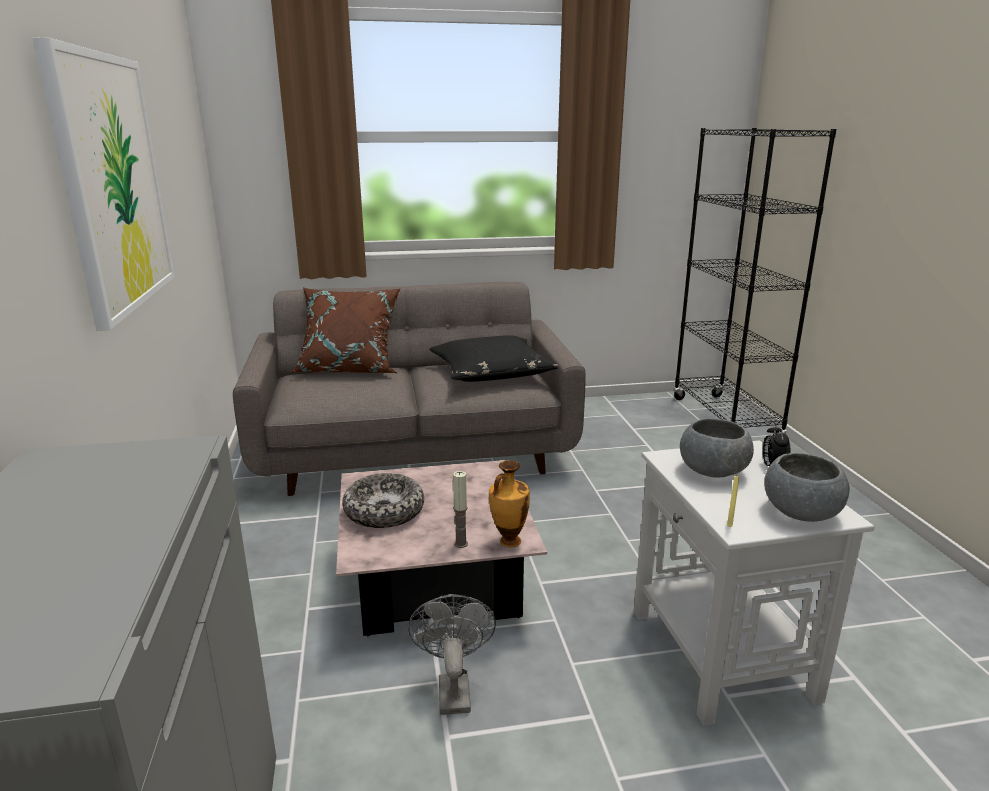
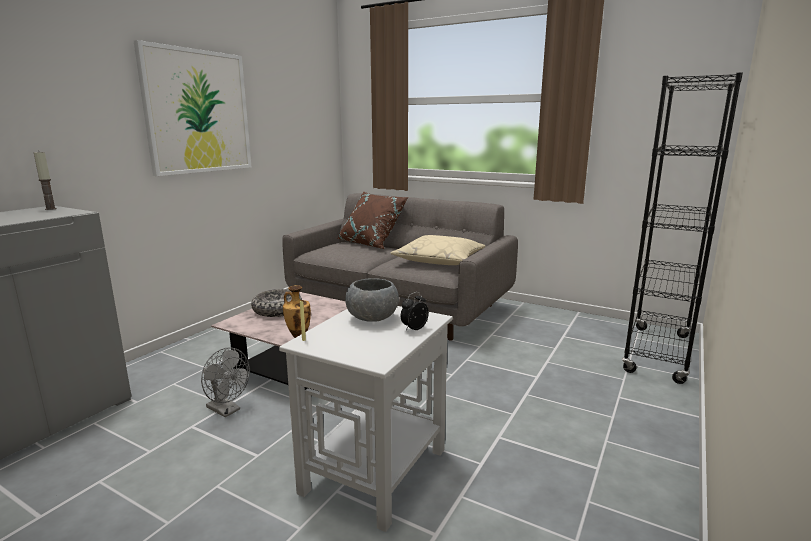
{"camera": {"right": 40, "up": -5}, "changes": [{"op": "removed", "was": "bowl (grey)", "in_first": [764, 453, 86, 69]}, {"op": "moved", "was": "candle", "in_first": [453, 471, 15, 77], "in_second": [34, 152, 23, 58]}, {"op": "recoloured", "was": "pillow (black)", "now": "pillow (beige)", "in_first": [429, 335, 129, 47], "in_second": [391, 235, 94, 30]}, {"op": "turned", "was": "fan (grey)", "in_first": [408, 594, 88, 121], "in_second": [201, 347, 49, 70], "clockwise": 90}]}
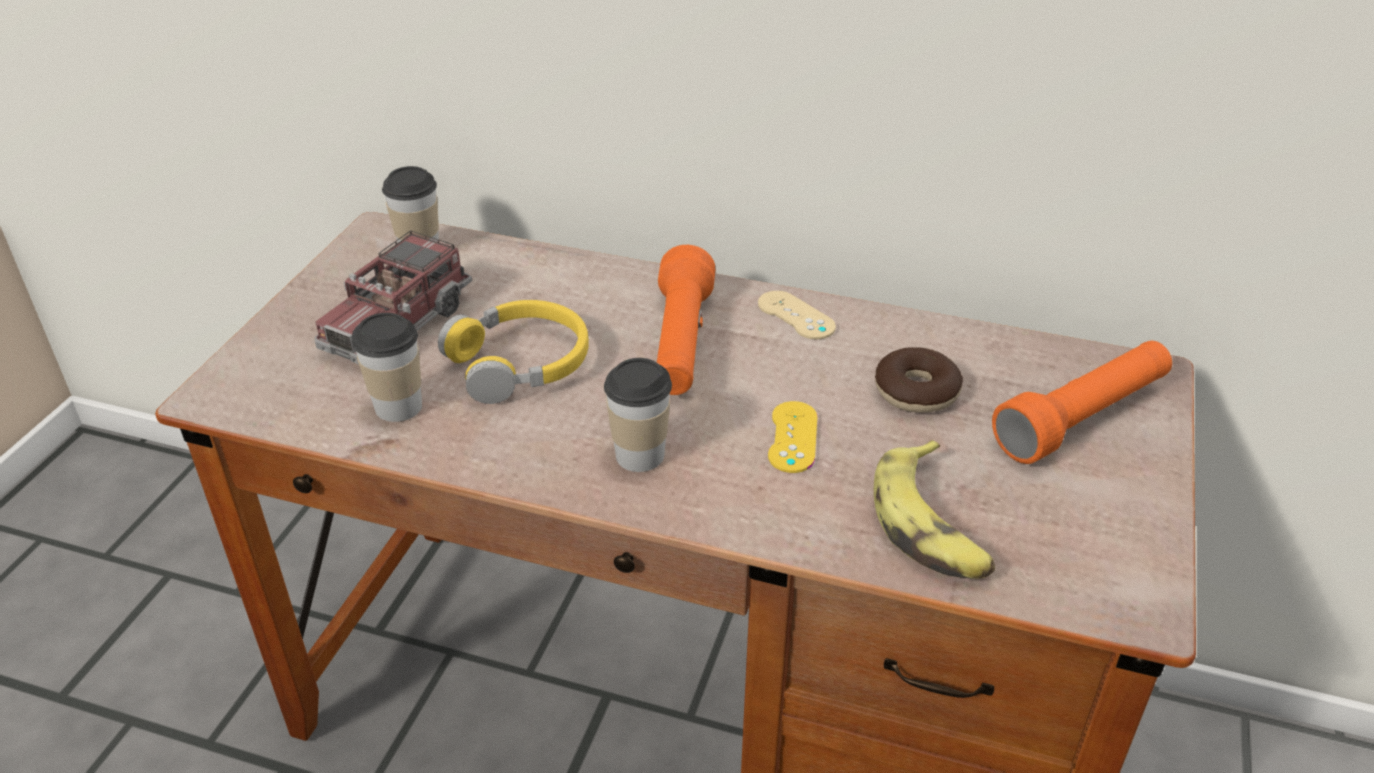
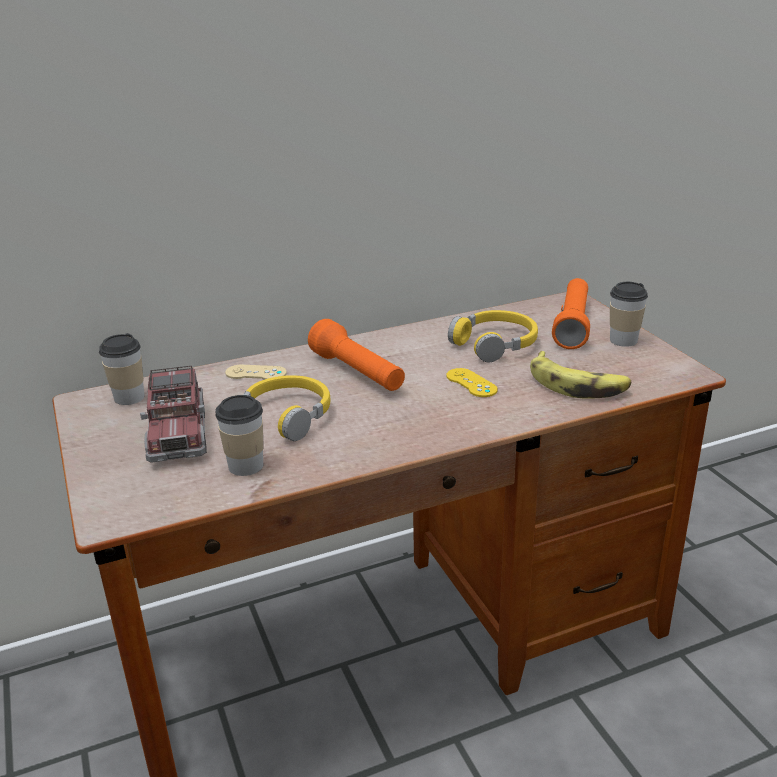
{"camera": {"right": -40, "up": -10}, "changes": [{"op": "moved", "was": "cup", "in_first": [604, 358, 68, 114], "in_second": [610, 282, 38, 65]}, {"op": "moved", "was": "game controller (beige)", "in_first": [758, 291, 78, 48], "in_second": [225, 365, 62, 15]}, {"op": "replaced", "was": "donut", "now": "headphones (yellow)", "in_first": [875, 347, 88, 66], "in_second": [448, 310, 90, 52]}]}
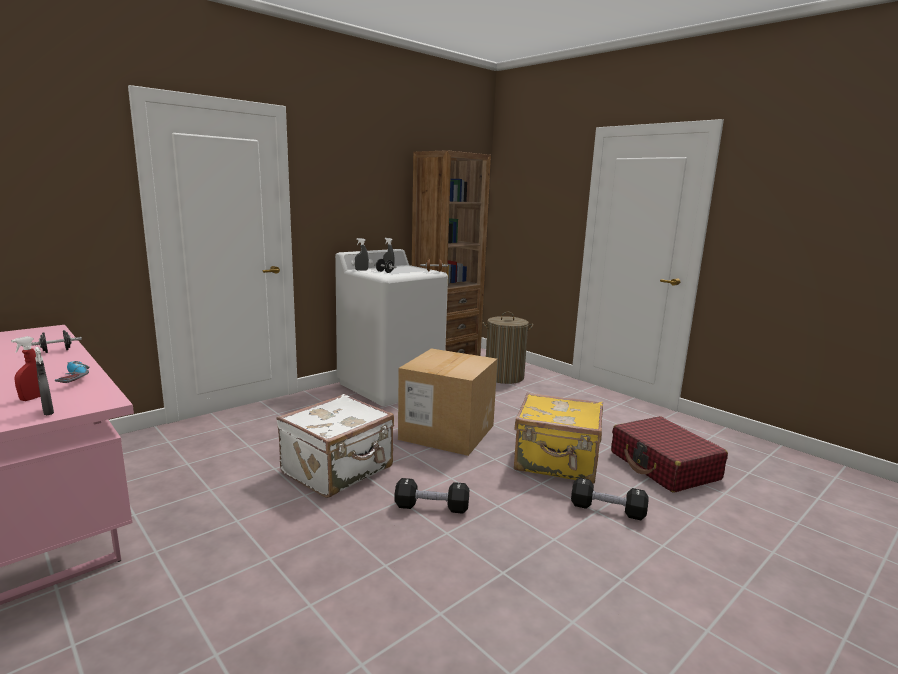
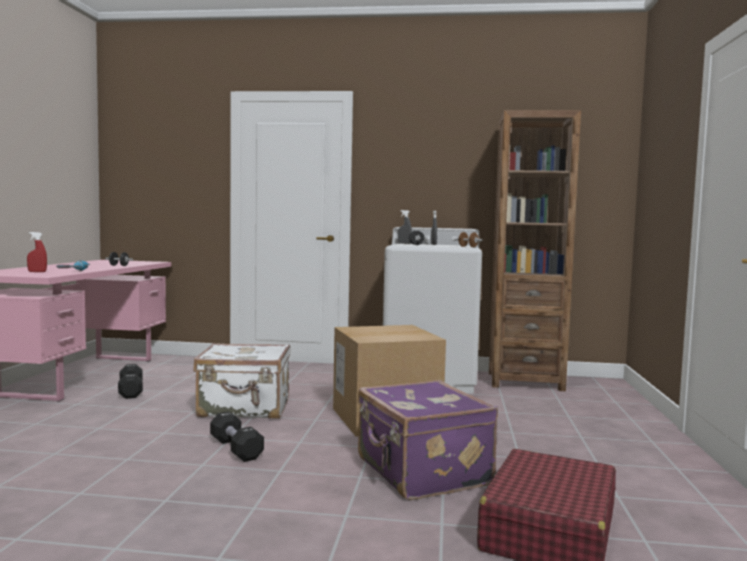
{"camera": {"right": 50, "up": -10}, "changes": [{"op": "removed", "was": "spray bottle (grey)", "in_first": [35, 347, 19, 68]}, {"op": "removed", "was": "laundry basket", "in_first": [483, 312, 50, 72]}, {"op": "moved", "was": "dumbbell (black)", "in_first": [571, 477, 77, 43], "in_second": [118, 364, 25, 35]}, {"op": "recoloured", "was": "suitcase (yellow)", "now": "suitcase (purple)", "in_first": [514, 392, 89, 91], "in_second": [358, 380, 140, 120]}]}
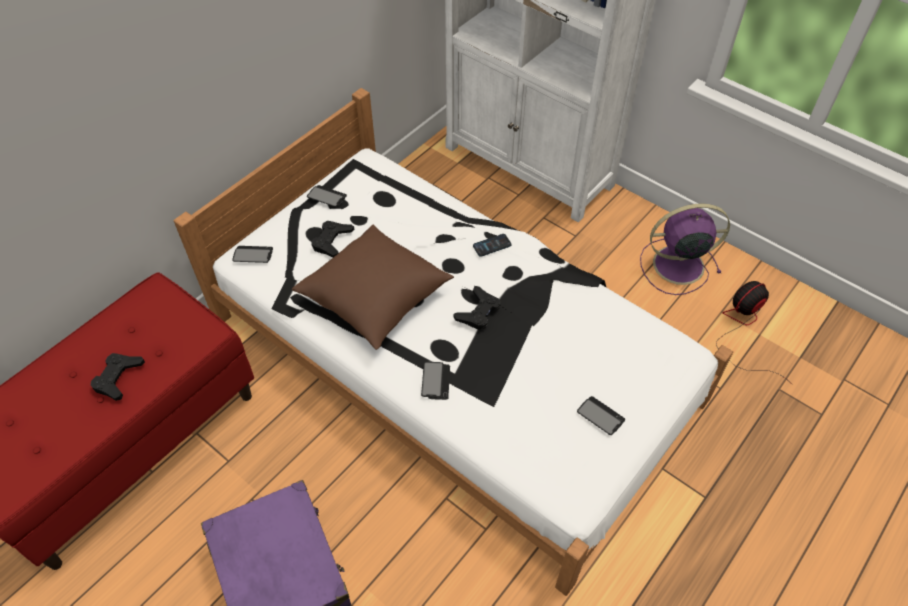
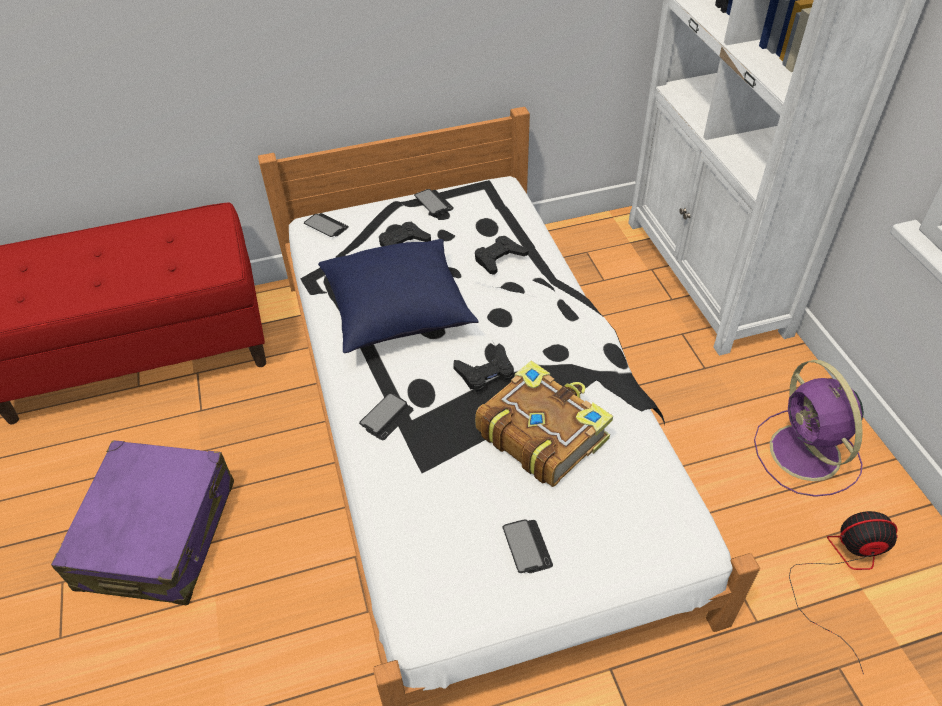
{"camera": {"right": 35, "up": -5}, "changes": [{"op": "removed", "was": "phone", "in_first": [473, 234, 39, 23]}, {"op": "added", "now": "book", "in_second": [475, 360, 138, 127]}, {"op": "moved", "was": "game controller (black)", "in_first": [91, 353, 54, 48], "in_second": [475, 236, 53, 39]}, {"op": "recoloured", "was": "pillow (brown)", "now": "pillow (blue)", "in_first": [292, 225, 162, 125], "in_second": [318, 239, 160, 114]}, {"op": "turned", "was": "fan (purple)", "in_first": [640, 203, 90, 92], "in_second": [754, 360, 110, 137], "clockwise": -135}]}
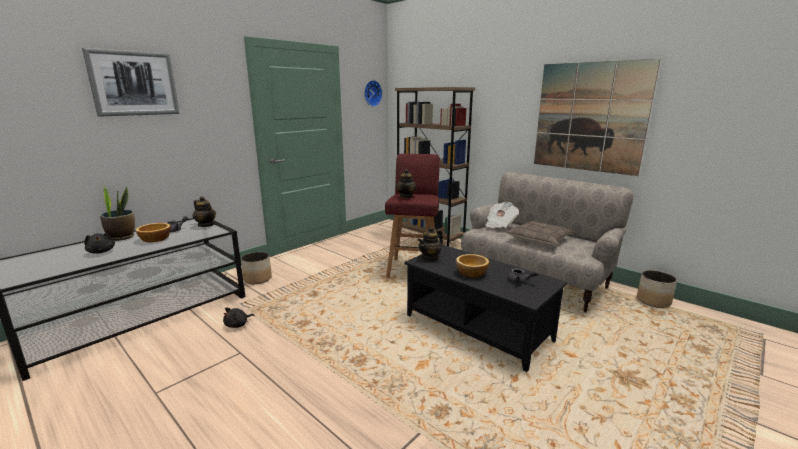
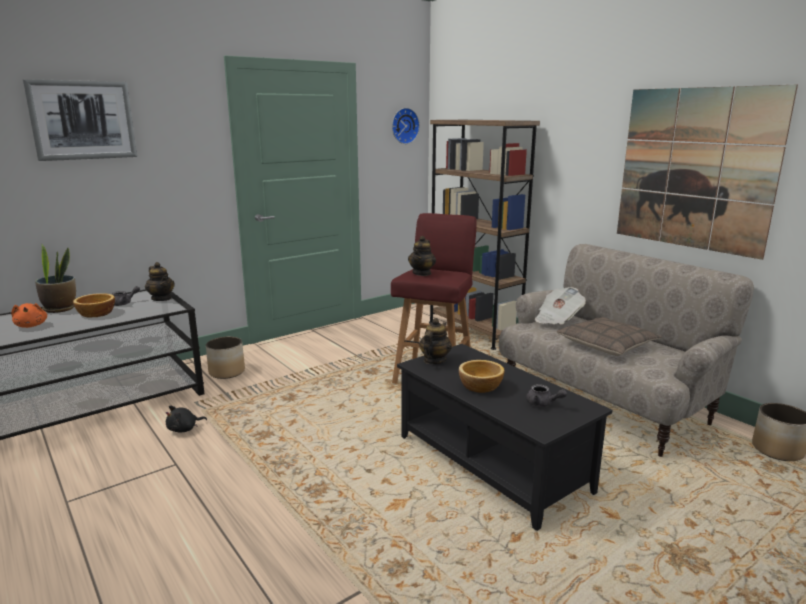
{"camera": {"right": 10, "up": 0}, "changes": [{"op": "recoloured", "was": "plush toy (black)", "now": "plush toy (orange)", "in_first": [84, 233, 31, 21], "in_second": [11, 303, 36, 25]}, {"op": "turned", "was": "teapot", "in_first": [418, 227, 25, 34], "in_second": [419, 318, 33, 46], "clockwise": 150}]}
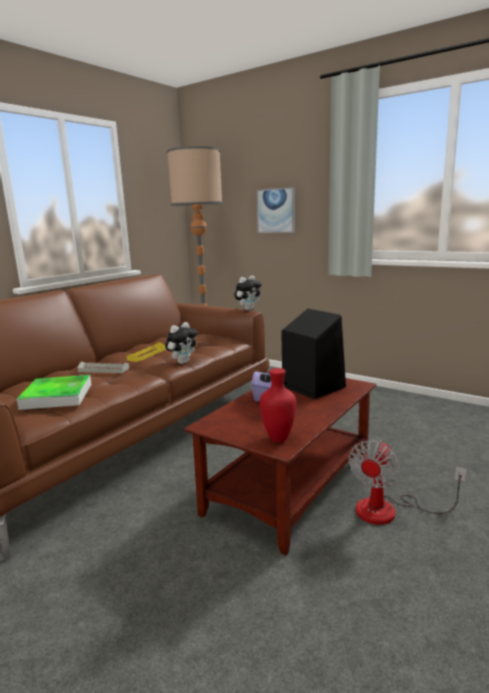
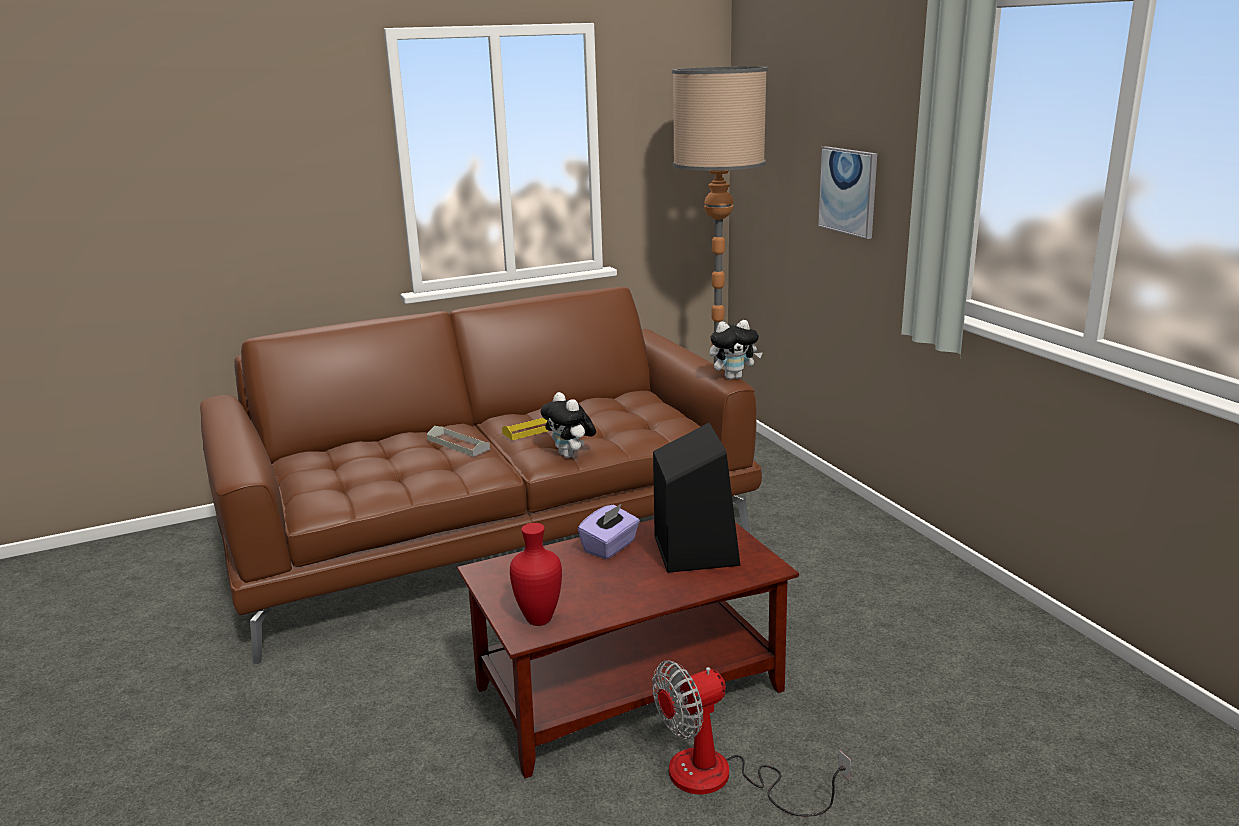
{"camera": {"right": 30, "up": 5}, "changes": [{"op": "removed", "was": "tray", "in_first": [17, 375, 74, 35]}, {"op": "turned", "was": "plush toy", "in_first": [165, 322, 33, 42], "in_second": [541, 392, 55, 66], "clockwise": 75}]}
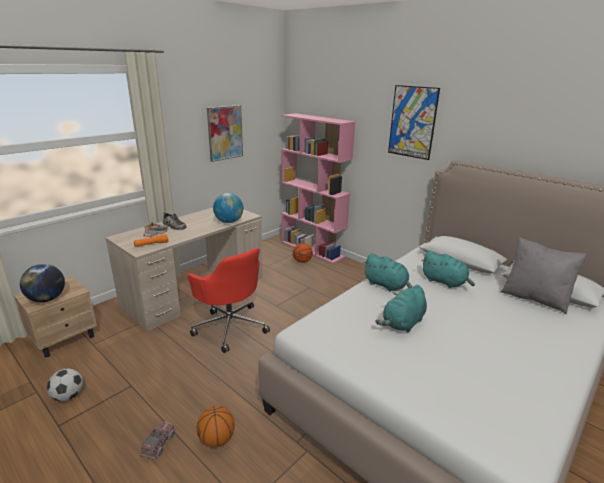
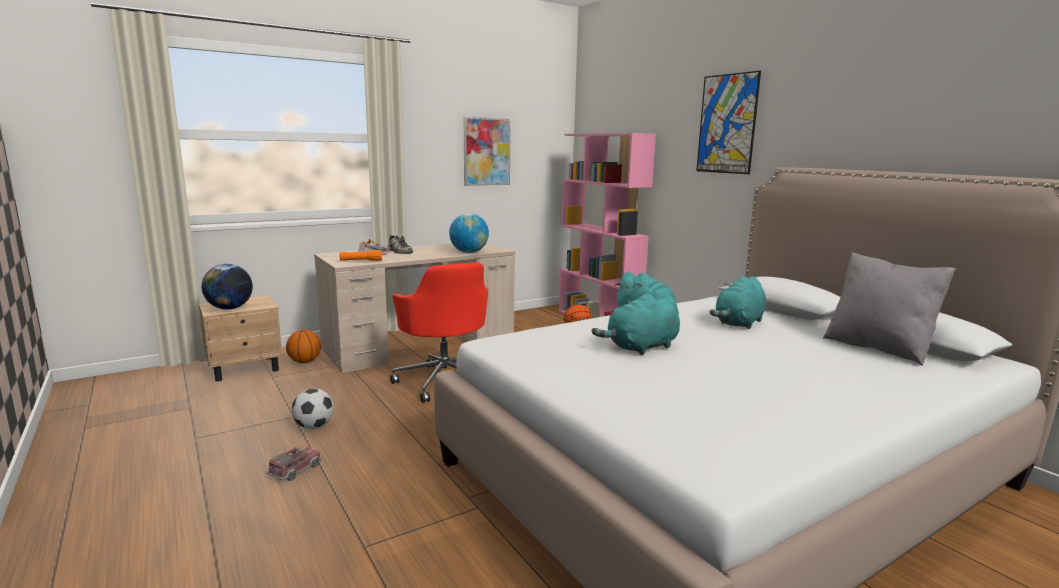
{"camera": {"right": 15, "up": -10}, "changes": [{"op": "moved", "was": "football", "in_first": [47, 369, 36, 32], "in_second": [292, 389, 42, 40]}, {"op": "moved", "was": "basketball", "in_first": [197, 406, 38, 41], "in_second": [286, 329, 35, 34]}, {"op": "turned", "was": "plush toy (turquoise)", "in_first": [422, 251, 53, 37], "in_second": [709, 276, 57, 53], "clockwise": 75}]}
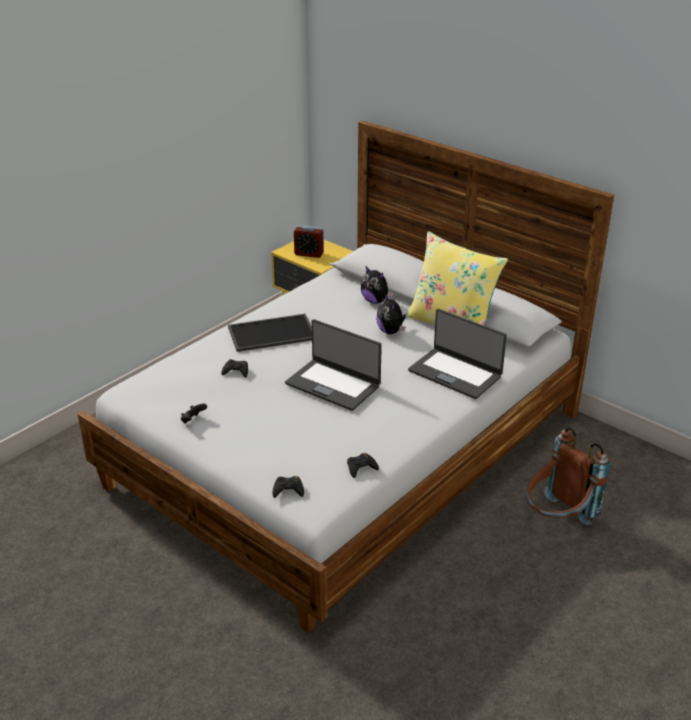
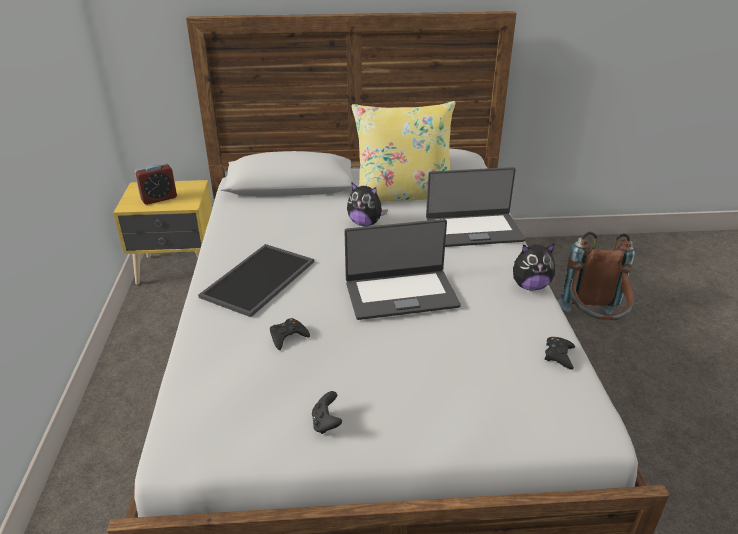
{"camera": {"right": -45, "up": 0}, "changes": [{"op": "removed", "was": "game controller (black)", "in_first": [272, 476, 32, 22]}, {"op": "moved", "was": "plush toy", "in_first": [361, 267, 32, 37], "in_second": [513, 243, 42, 48]}]}
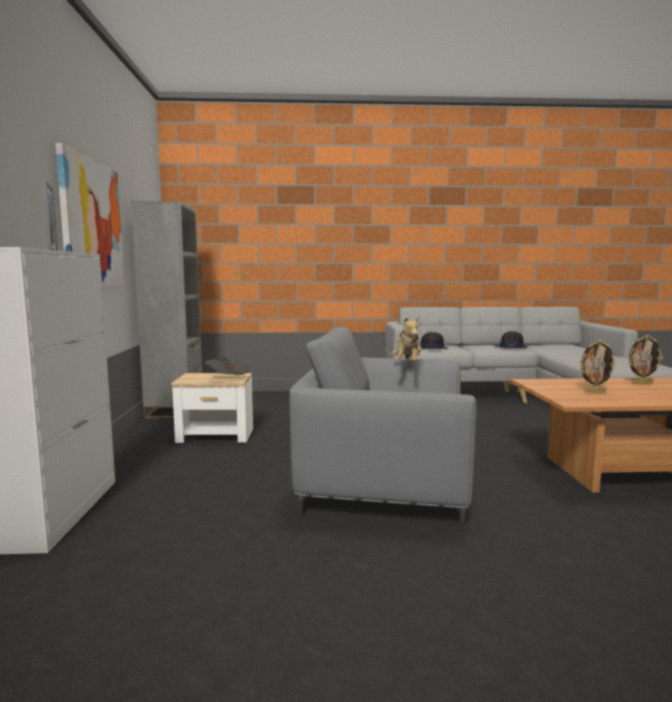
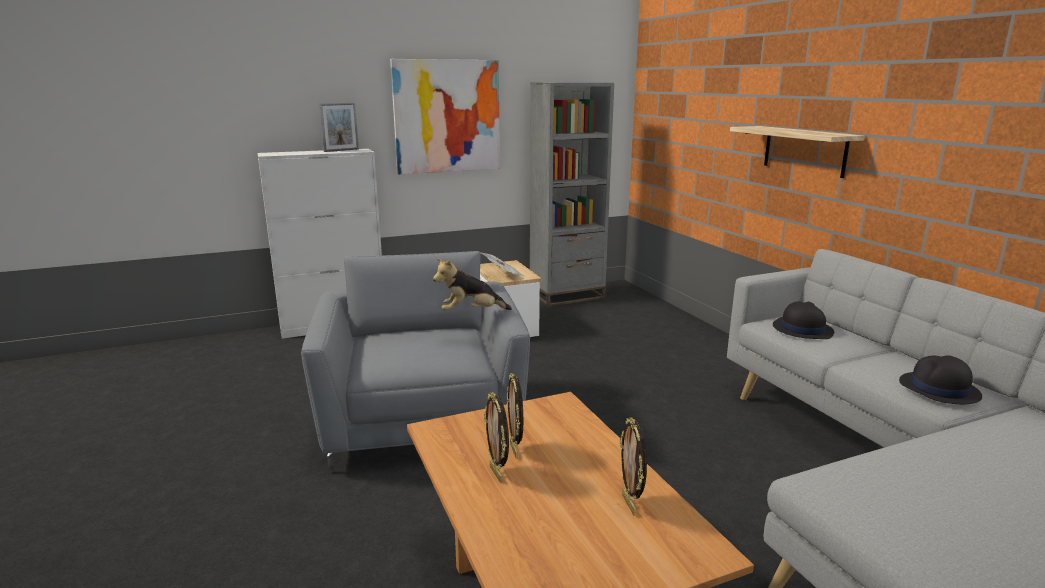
{"camera": {"right": 70, "up": 10}, "changes": [{"op": "added", "now": "picture frame", "in_second": [484, 392, 25, 91]}, {"op": "added", "now": "shelf", "in_second": [730, 126, 135, 52]}]}
